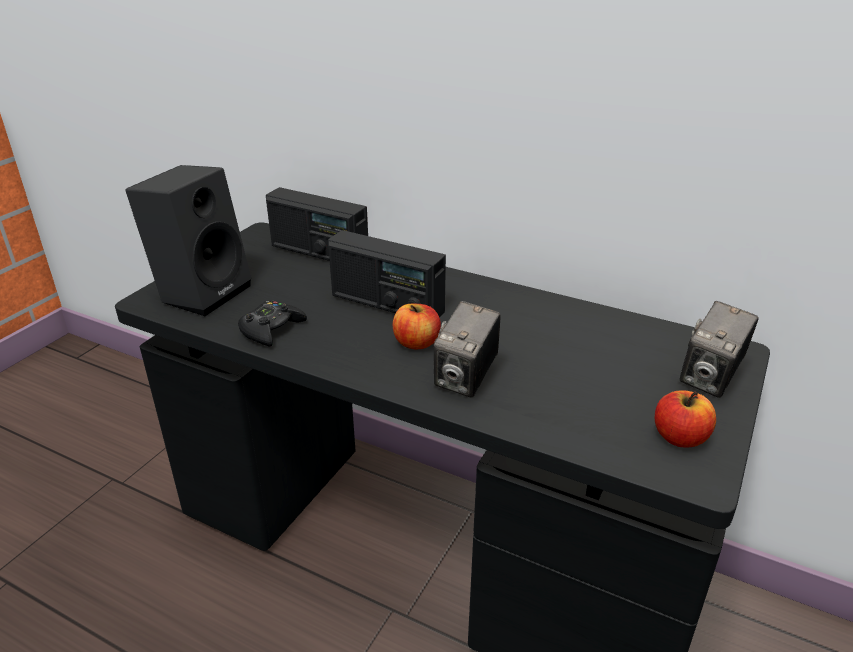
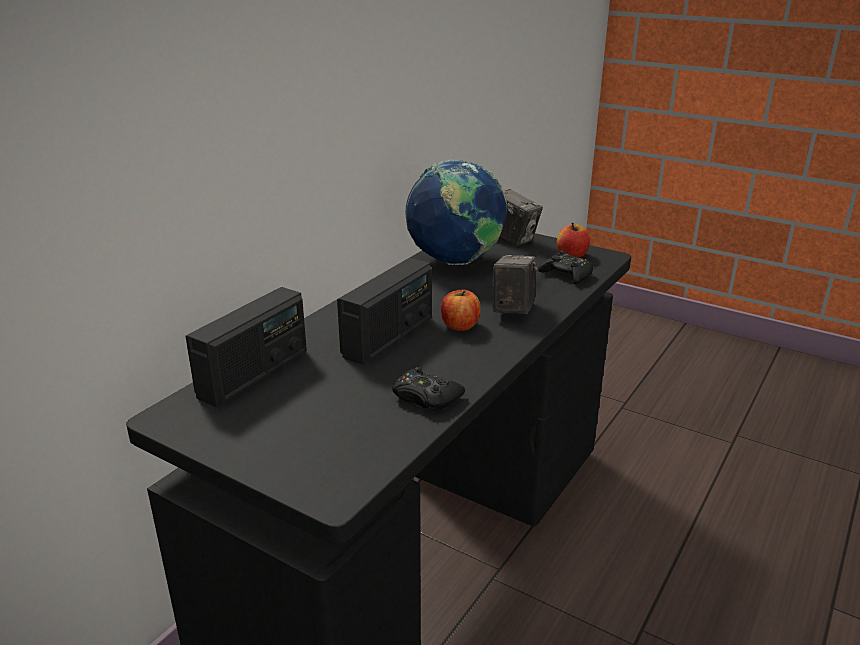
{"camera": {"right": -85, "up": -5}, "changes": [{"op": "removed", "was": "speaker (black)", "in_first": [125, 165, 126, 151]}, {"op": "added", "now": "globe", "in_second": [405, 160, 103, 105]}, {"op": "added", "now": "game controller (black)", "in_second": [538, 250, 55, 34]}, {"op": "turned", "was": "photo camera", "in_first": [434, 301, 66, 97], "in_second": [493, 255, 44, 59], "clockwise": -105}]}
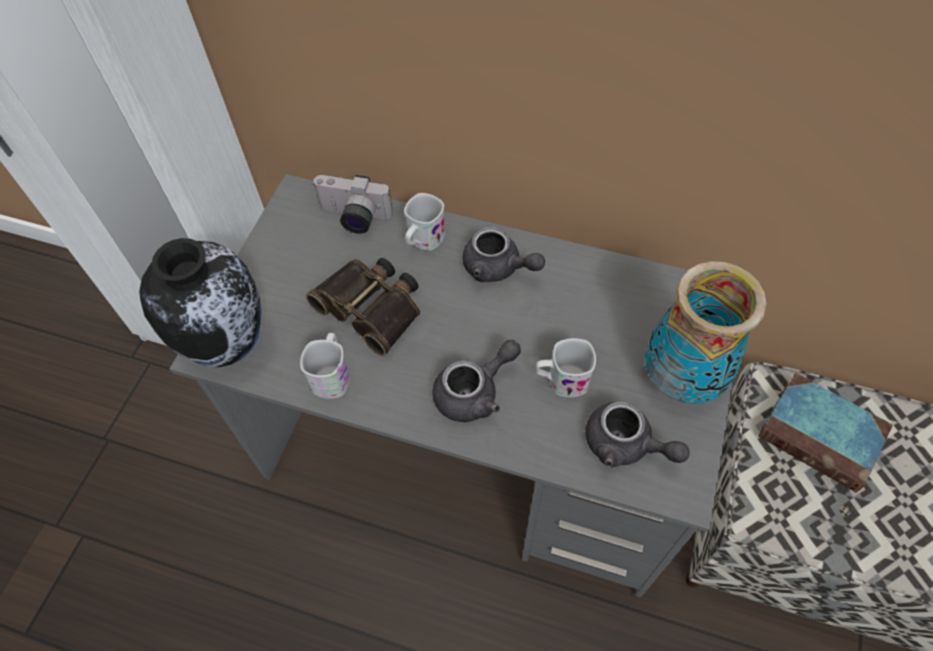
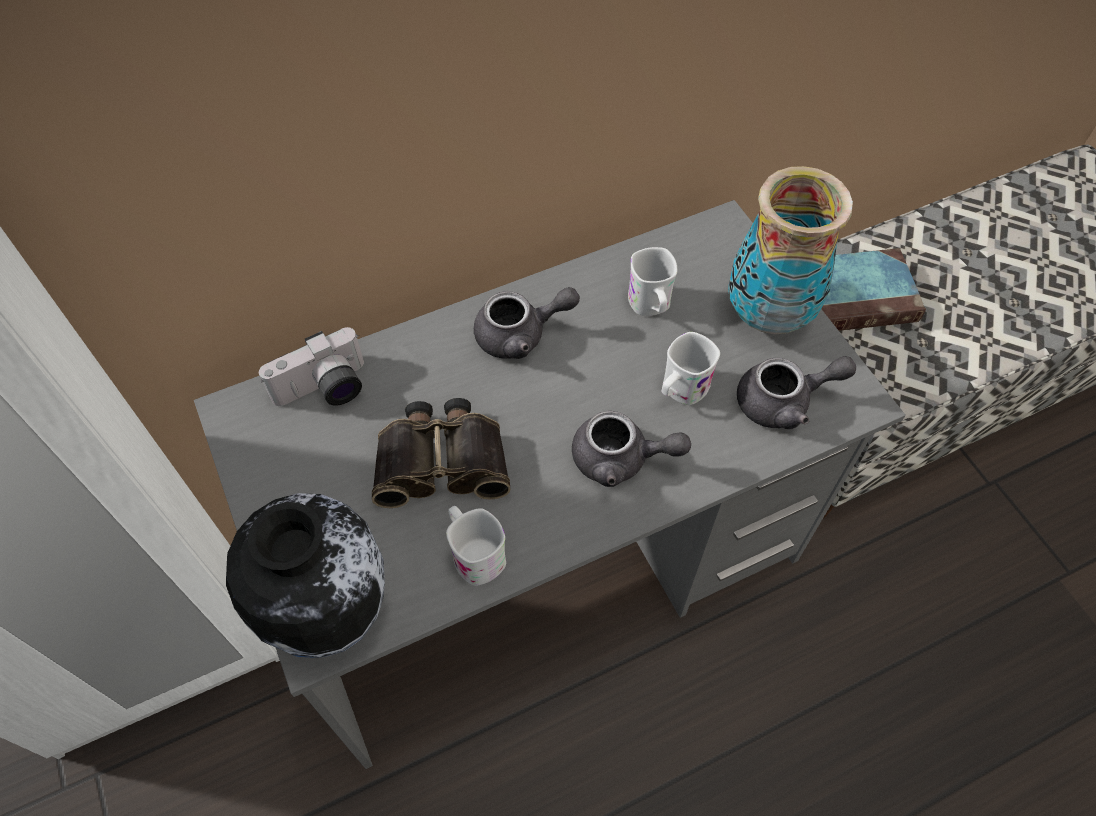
{"camera": {"right": -45, "up": 0}, "changes": [{"op": "moved", "was": "mug (white)", "in_first": [404, 193, 41, 58], "in_second": [628, 247, 49, 69]}, {"op": "turned", "was": "teapot (grey)", "in_first": [433, 340, 88, 82], "in_second": [572, 411, 119, 76], "clockwise": 90}]}
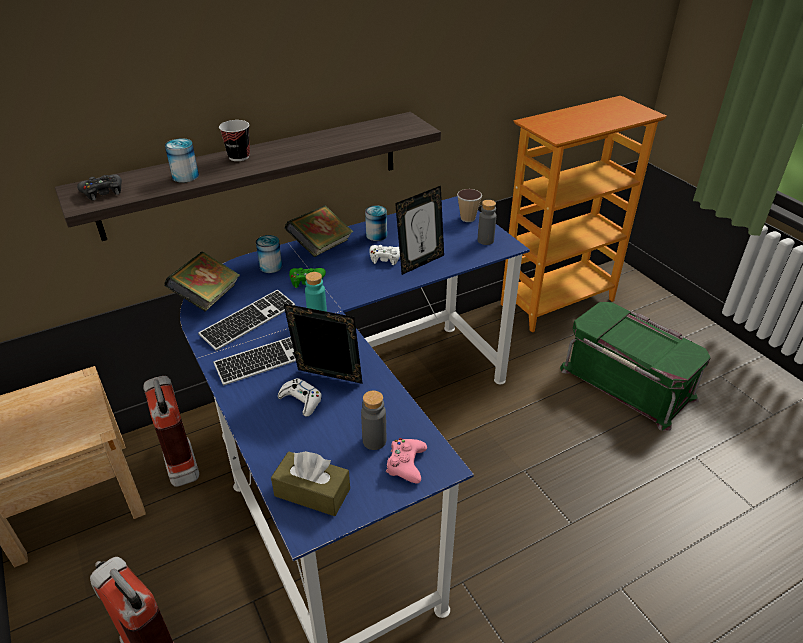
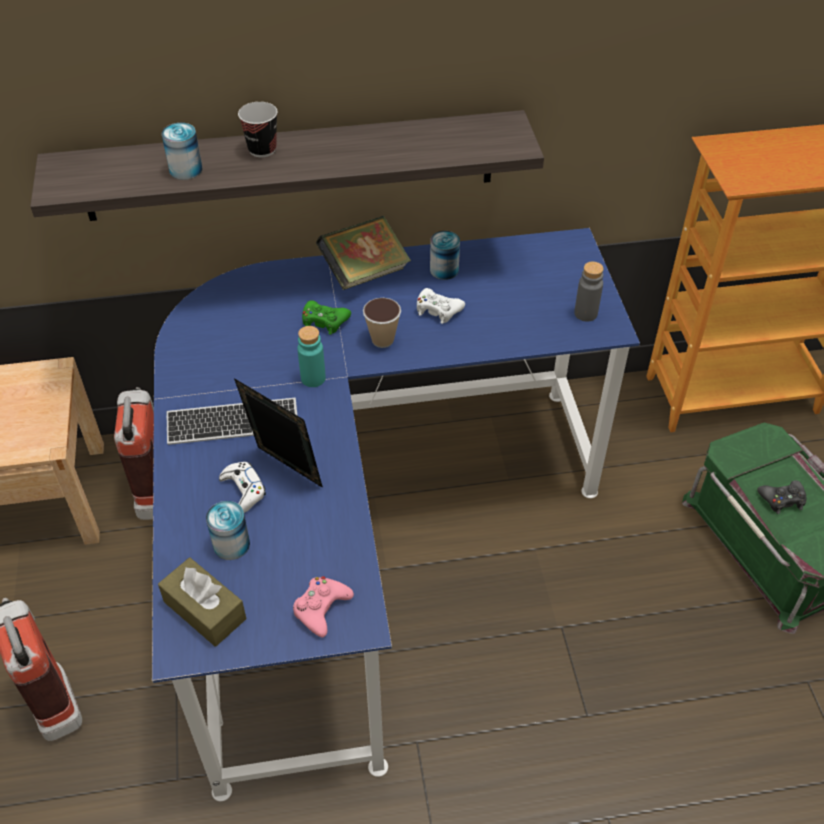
{"camera": {"right": 20, "up": 10}, "changes": [{"op": "removed", "was": "book", "in_first": [164, 251, 76, 61]}, {"op": "removed", "was": "keyboard", "in_first": [198, 290, 97, 61]}, {"op": "removed", "was": "bottle (grey)", "in_first": [361, 391, 25, 59]}, {"op": "removed", "was": "picture frame", "in_first": [395, 186, 49, 89]}, {"op": "moved", "was": "game controller (black)", "in_first": [77, 174, 45, 26], "in_second": [757, 480, 49, 34]}, {"op": "moved", "was": "can", "in_first": [256, 235, 26, 38], "in_second": [206, 501, 44, 59]}, {"op": "moved", "was": "cup", "in_first": [457, 189, 25, 33], "in_second": [363, 298, 38, 50]}]}
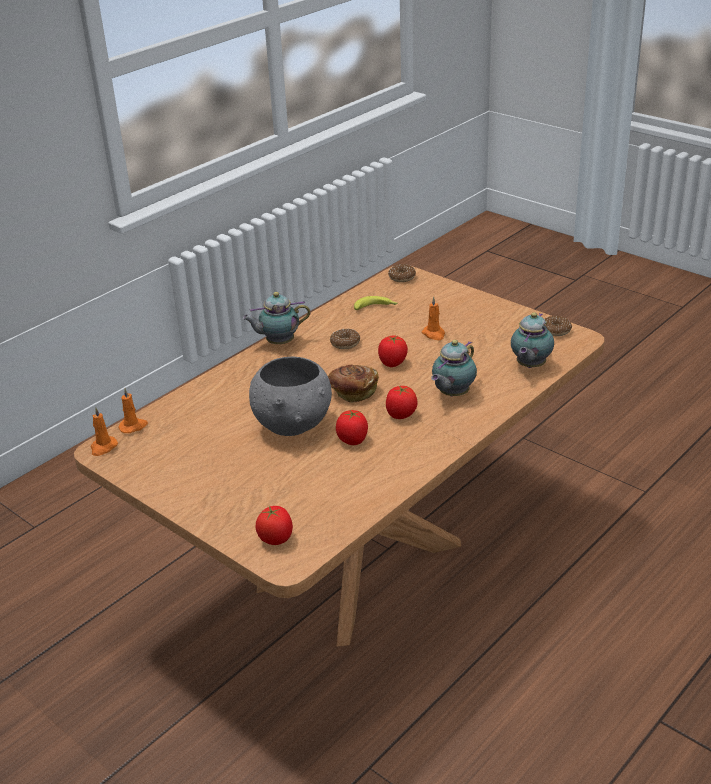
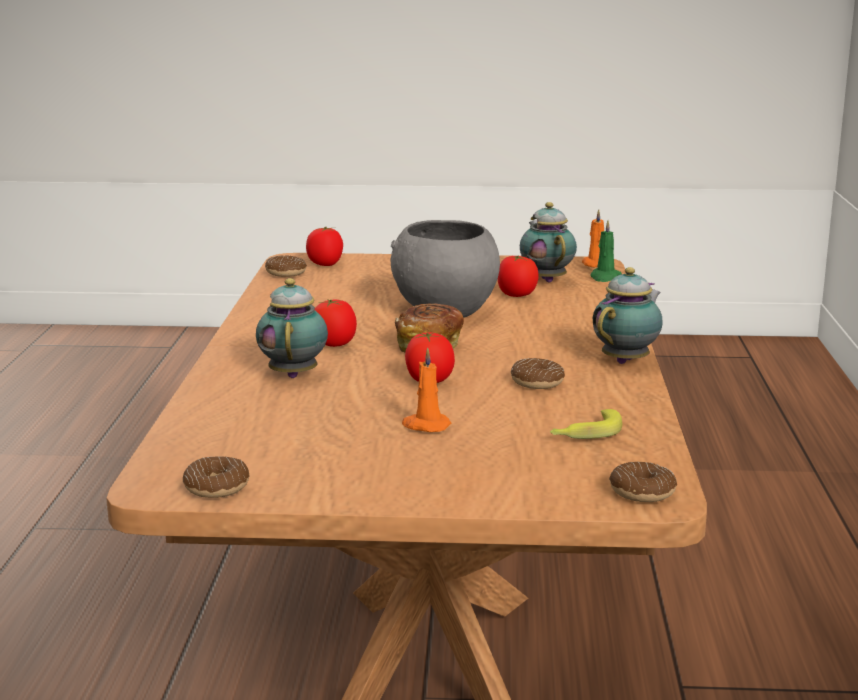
{"camera": {"right": 140, "up": -15}, "changes": [{"op": "added", "now": "donut", "in_second": [265, 256, 42, 21]}, {"op": "moved", "was": "tomato", "in_first": [336, 410, 32, 35], "in_second": [498, 256, 41, 41]}, {"op": "moved", "was": "teapot", "in_first": [511, 312, 43, 56], "in_second": [520, 202, 57, 80]}, {"op": "recoloured", "was": "candle (orange)", "now": "candle (green)", "in_first": [118, 388, 30, 45], "in_second": [590, 220, 32, 62]}]}
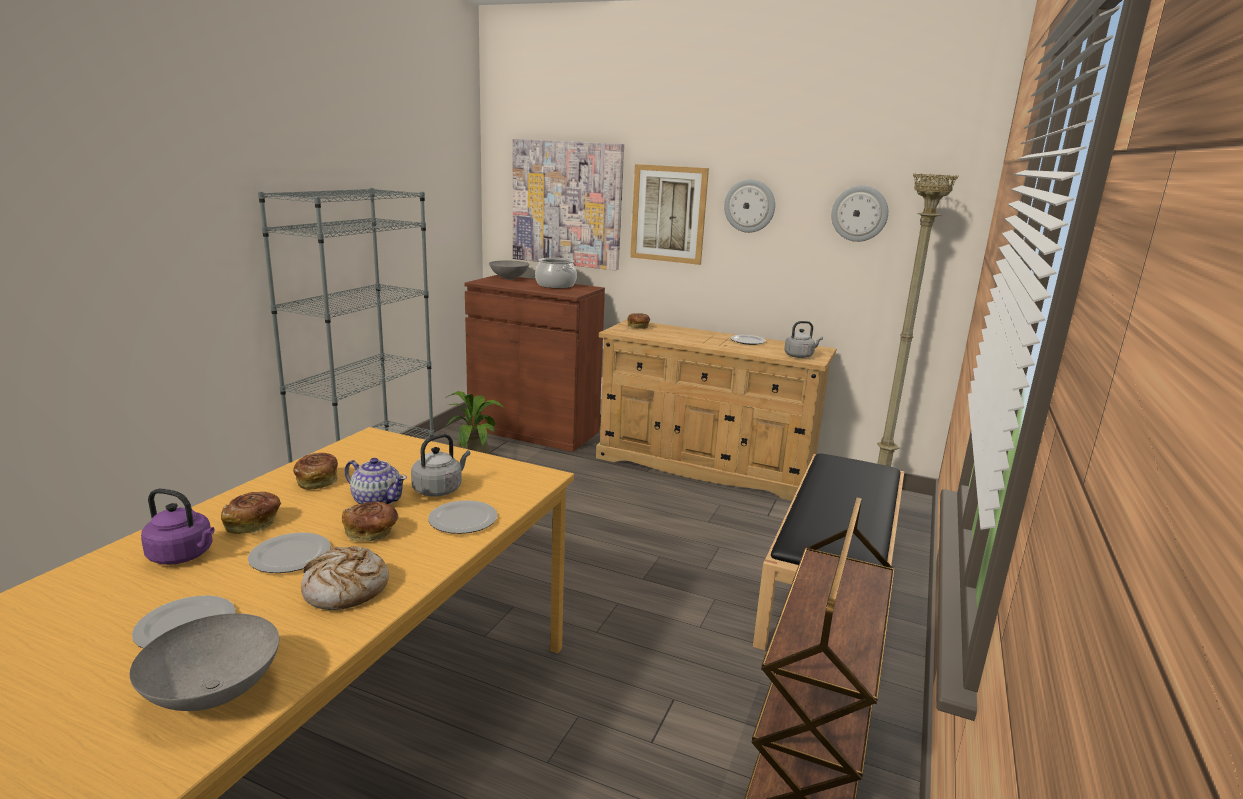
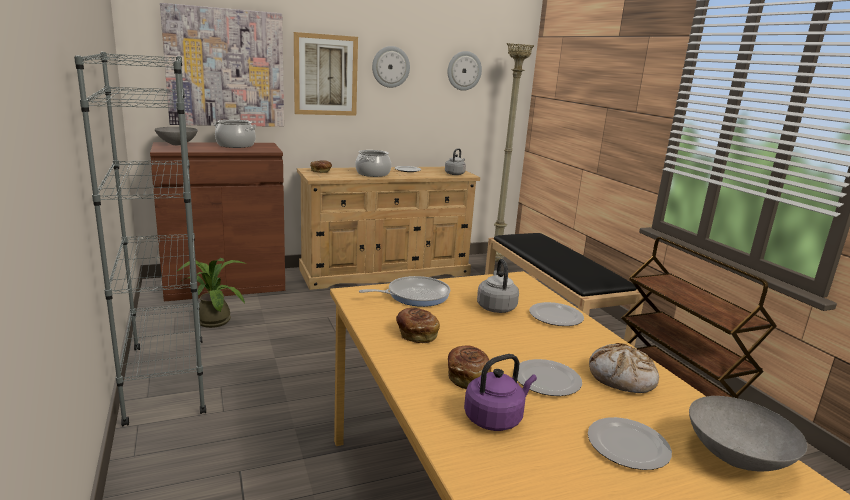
{"camera": {"right": -45, "up": 0}, "changes": [{"op": "removed", "was": "bread", "in_first": [342, 502, 57, 39]}, {"op": "removed", "was": "teapot", "in_first": [344, 458, 63, 47]}, {"op": "added", "now": "cooking pot", "in_second": [355, 150, 36, 27]}, {"op": "added", "now": "frying pan", "in_second": [359, 276, 91, 31]}]}
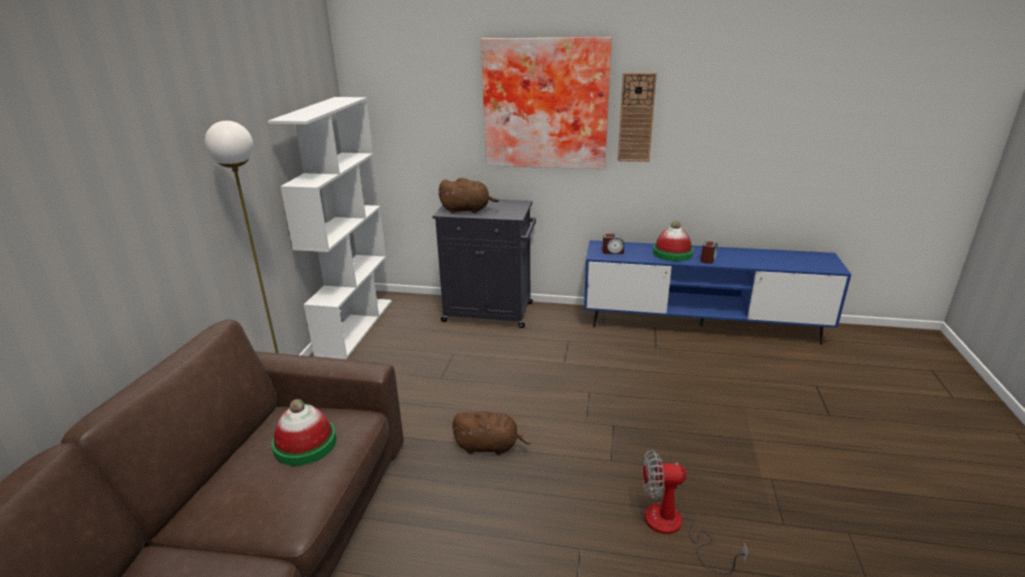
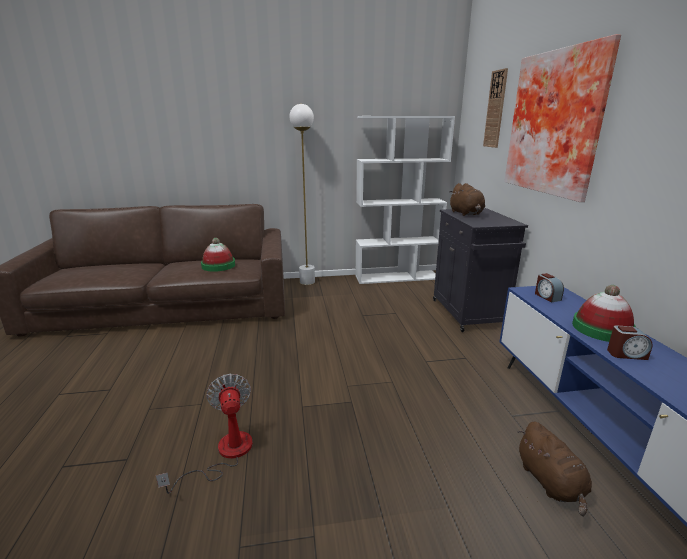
{"camera": {"right": 70, "up": -5}, "changes": [{"op": "moved", "was": "plush toy (brown)", "in_first": [452, 411, 79, 44], "in_second": [518, 422, 74, 94]}, {"op": "moved", "was": "wall clock", "in_first": [618, 73, 39, 89], "in_second": [483, 68, 25, 80]}]}
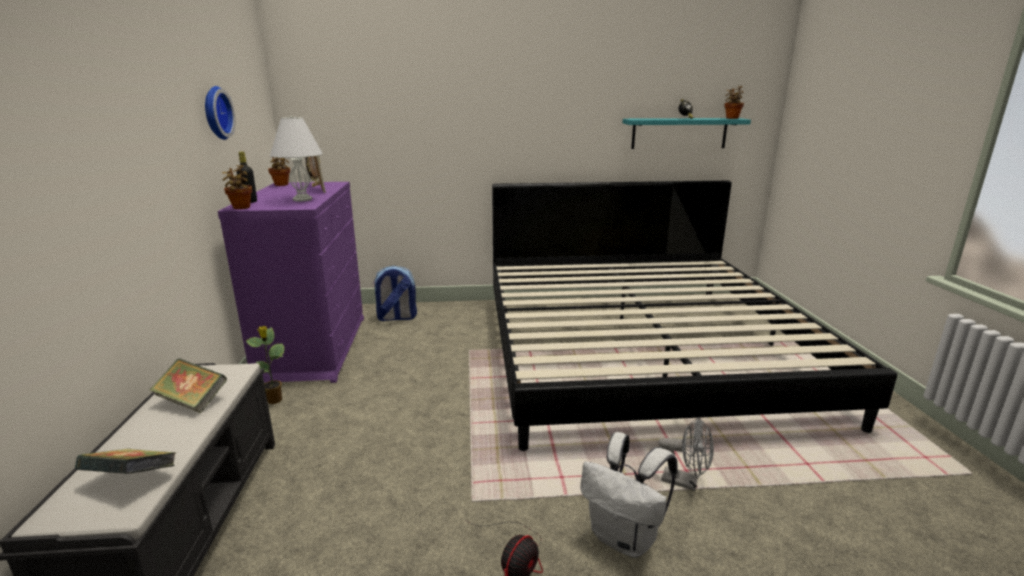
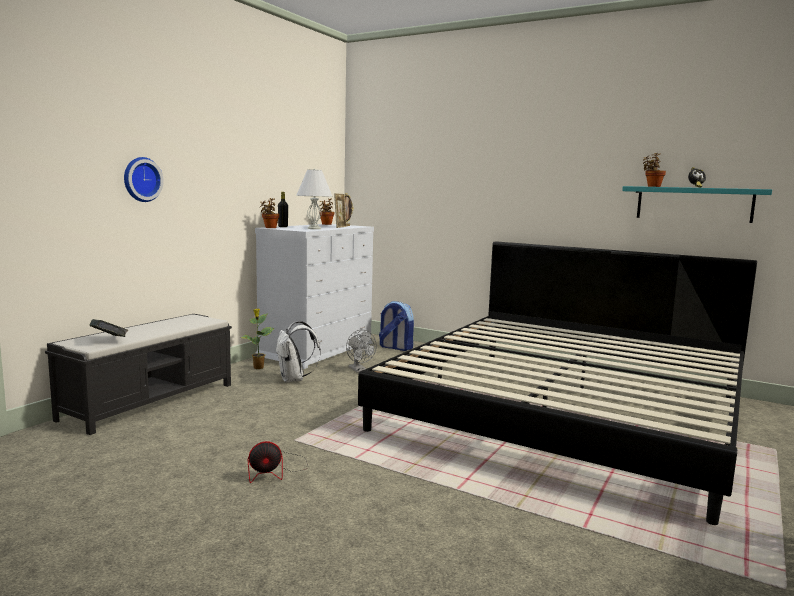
{"camera": {"right": 35, "up": -10}, "changes": [{"op": "removed", "was": "book", "in_first": [149, 358, 78, 55]}, {"op": "moved", "was": "wall clock", "in_first": [205, 86, 30, 54], "in_second": [124, 157, 40, 45]}, {"op": "moved", "was": "backpack (white)", "in_first": [580, 432, 98, 126], "in_second": [276, 321, 45, 62]}, {"op": "moved", "was": "fan (grey)", "in_first": [658, 417, 56, 74], "in_second": [346, 330, 31, 43]}, {"op": "moved", "was": "potted plant", "in_first": [724, 86, 20, 33], "in_second": [643, 153, 23, 34]}, {"op": "recoloured", "was": "dresser (purple)", "now": "dresser (white)", "in_first": [218, 182, 146, 201], "in_second": [255, 224, 119, 145]}]}
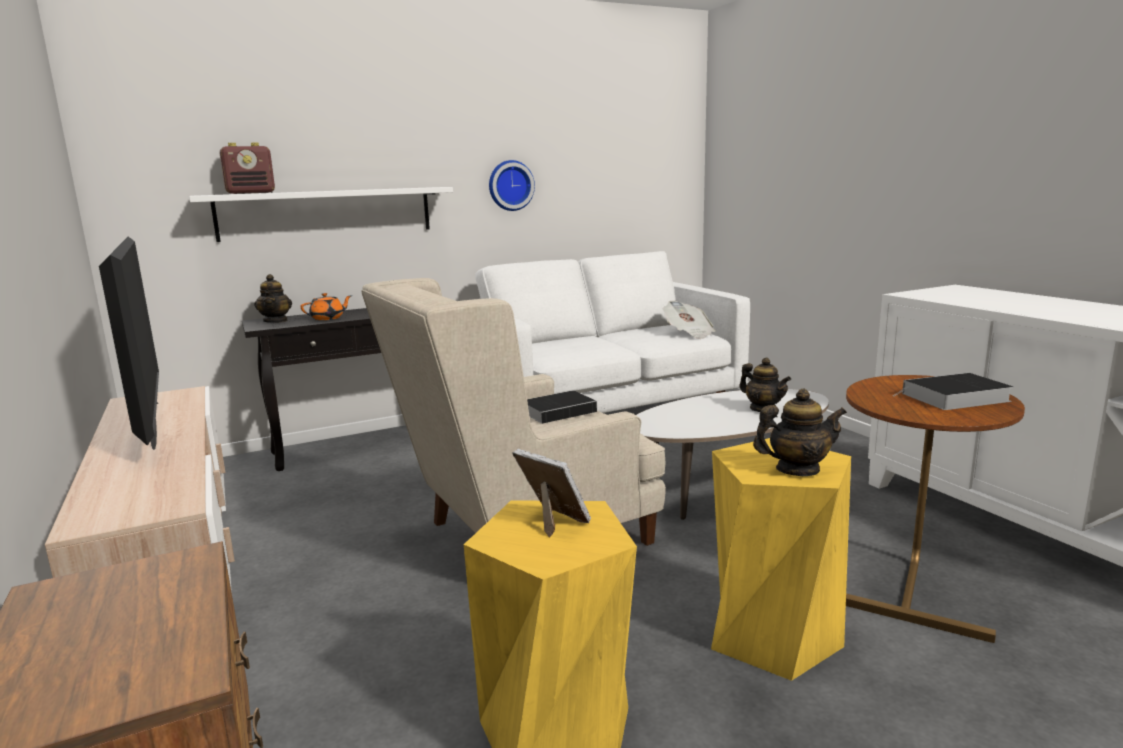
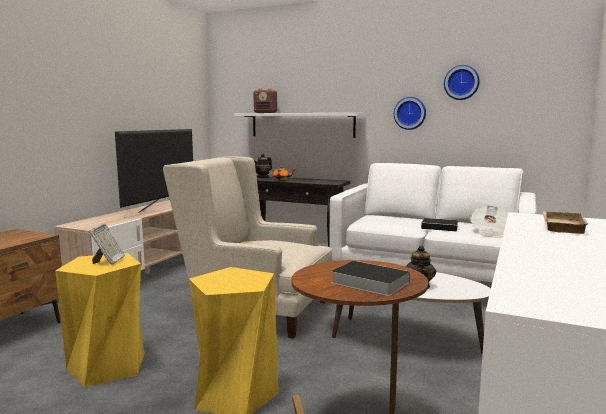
{"camera": {"right": 50, "up": -5}, "changes": [{"op": "removed", "was": "teapot", "in_first": [753, 389, 94, 87]}, {"op": "added", "now": "wall clock", "in_second": [444, 65, 36, 35]}, {"op": "added", "now": "tray (beige)", "in_second": [543, 211, 47, 23]}, {"op": "moved", "was": "book", "in_first": [527, 390, 77, 34], "in_second": [421, 218, 38, 14]}]}
